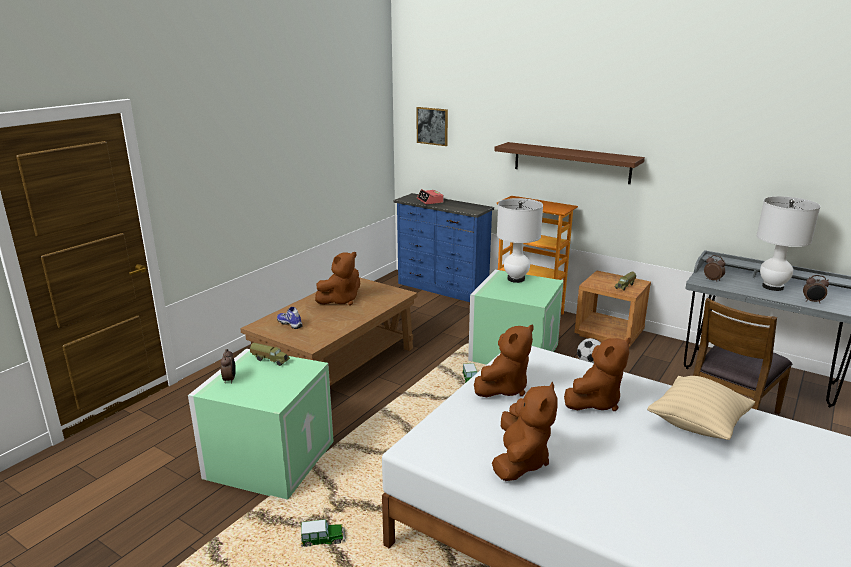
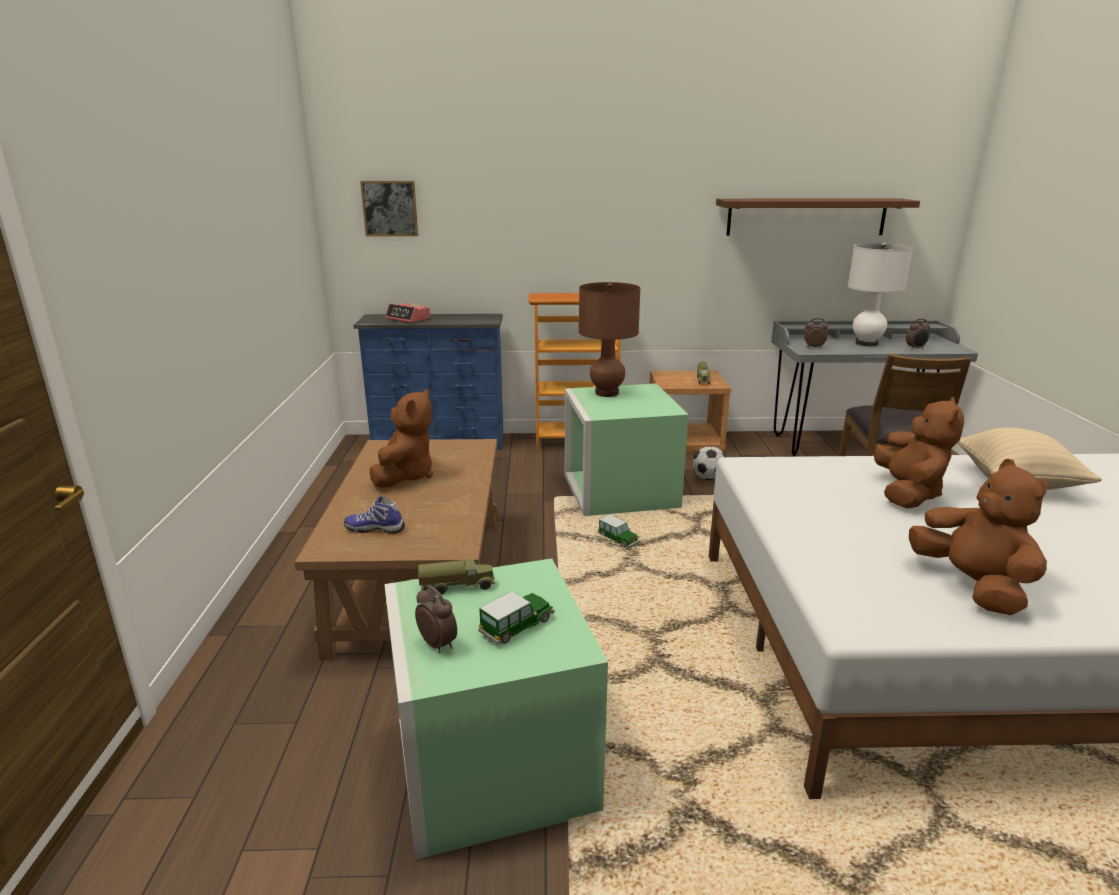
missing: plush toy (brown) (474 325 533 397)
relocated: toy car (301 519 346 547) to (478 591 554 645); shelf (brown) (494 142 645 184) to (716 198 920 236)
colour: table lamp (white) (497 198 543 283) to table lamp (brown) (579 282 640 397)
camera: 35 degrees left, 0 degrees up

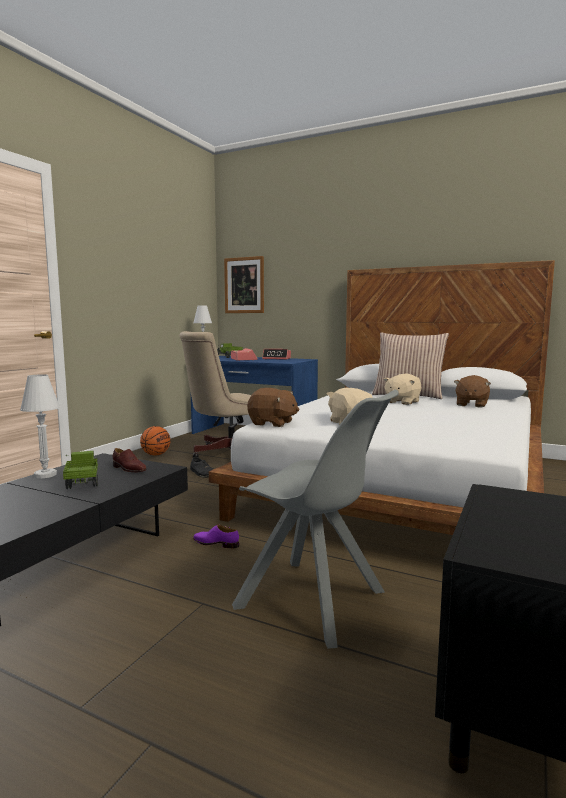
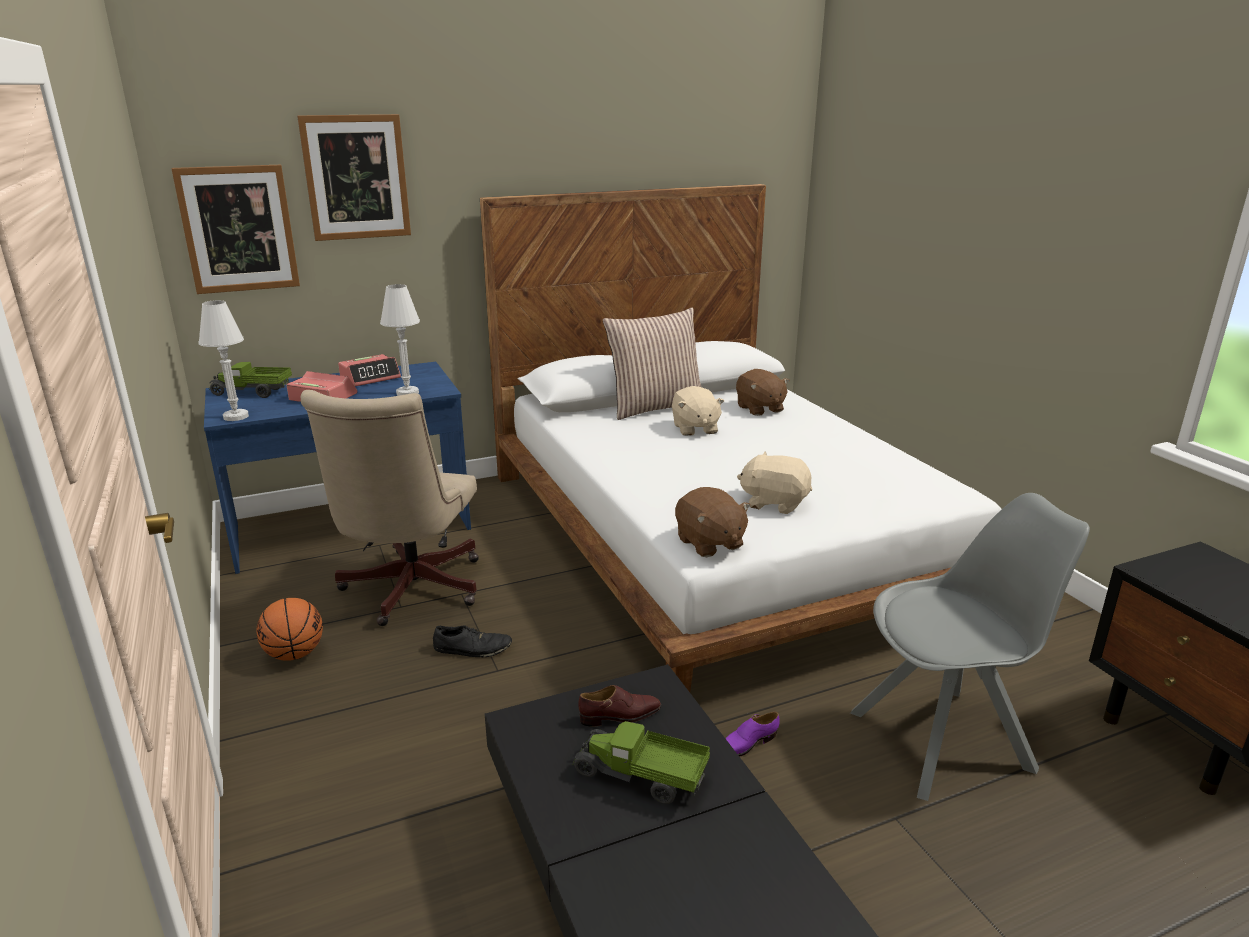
appeared: picture (297 114 411 241)
relocated: table lamp (white) (20 374 60 478) to (380 284 420 396)
spun: plush toy (brown) (247 388 300 427) = (675 487 751 557) 90 degrees clockwise
camera: 50 degrees left, 15 degrees up

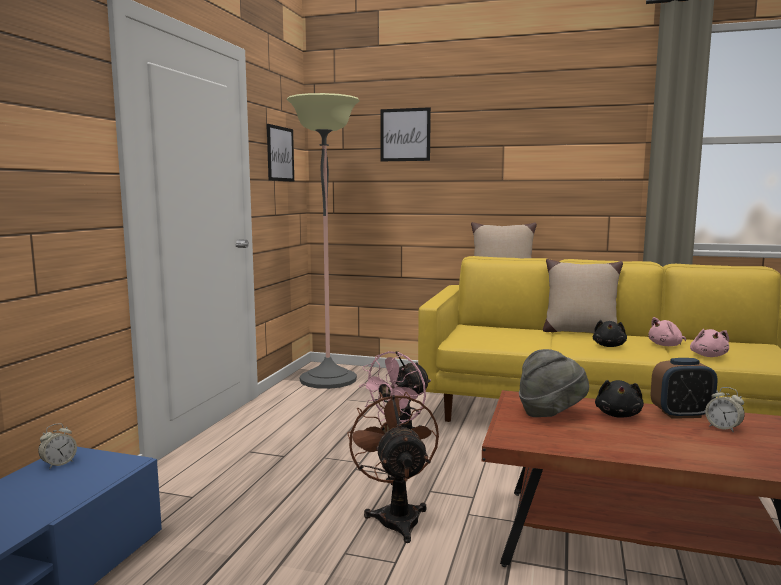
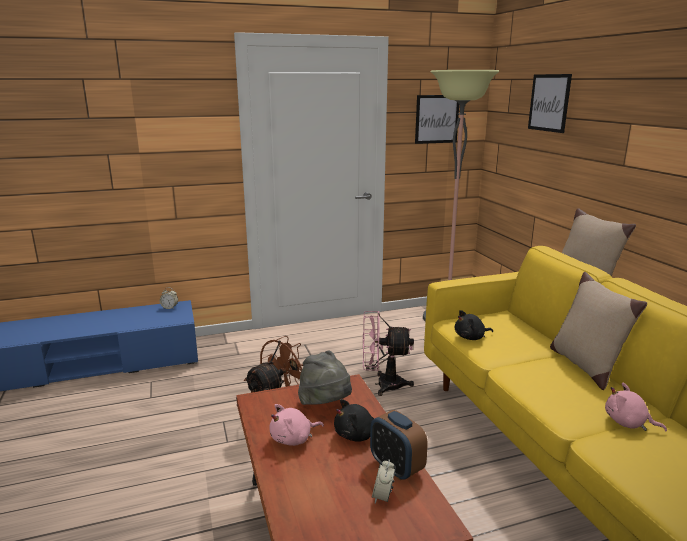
relocated: plush toy (black) (593 320 627 347) to (455 310 493 340); plush toy (pink) (690 329 729 357) to (270 404 324 446)
camera: 55 degrees right, 10 degrees up

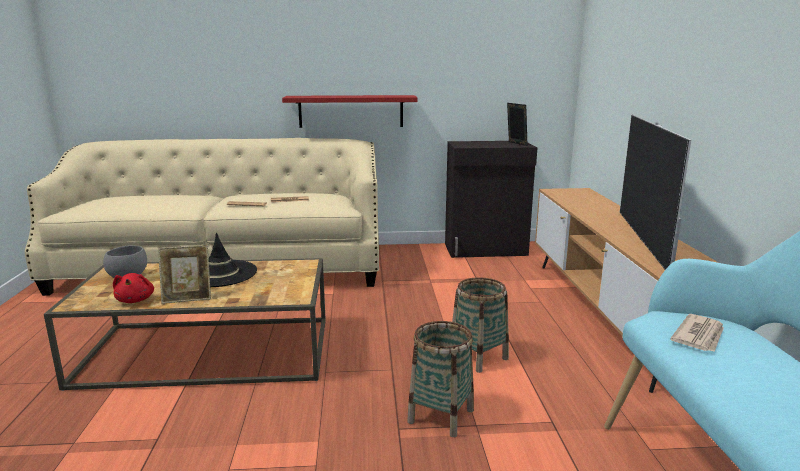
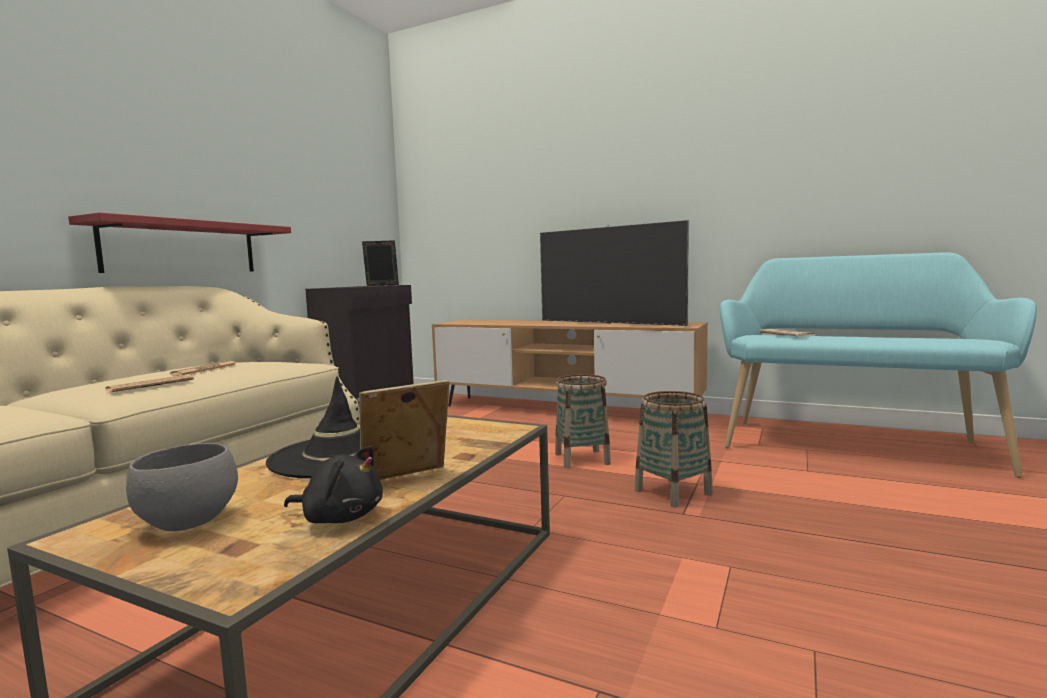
colour: plush toy (red) (113 273 154 303) to plush toy (black) (284 446 383 523)
spun: picture frame (158 245 211 304) = (359 380 449 480) 135 degrees counterclockwise
camera: 60 degrees left, 10 degrees down

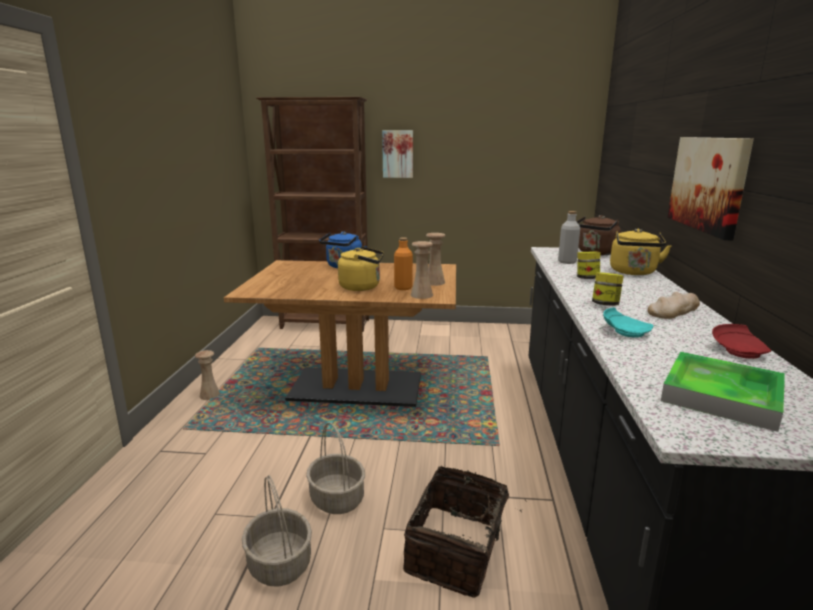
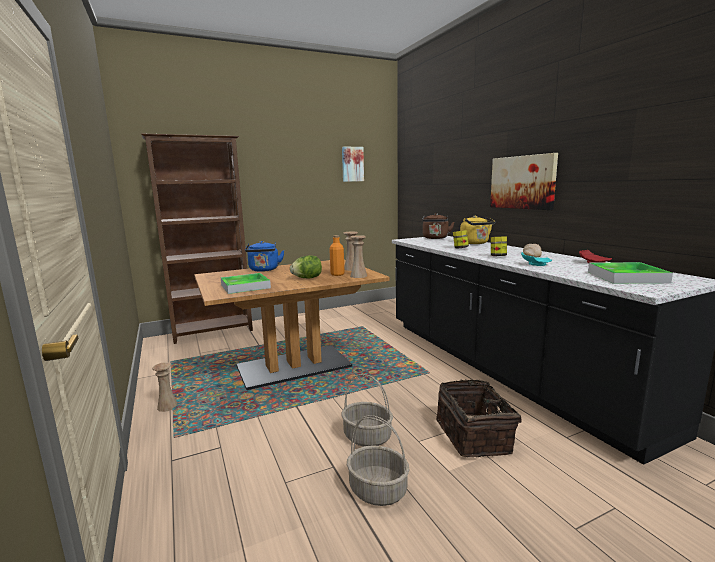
missing: bottle (grey) (558 211 580 264)
appeared: tray (221 273 271 294)
relocated: picture (382 130 413 178) to (342 147 364 182)
exchanged: kettle (yellow) (338 247 384 291) to lettuce (290 255 322 278)
camera: 30 degrees left, 5 degrees down

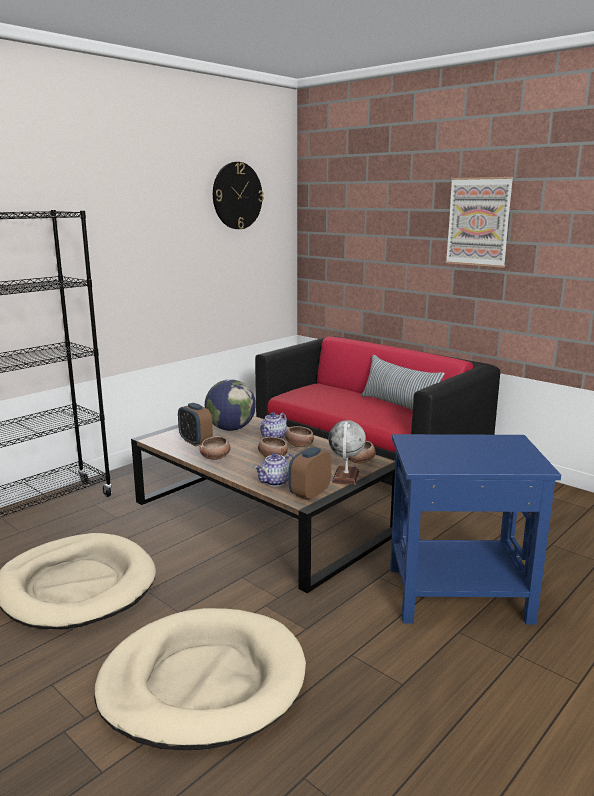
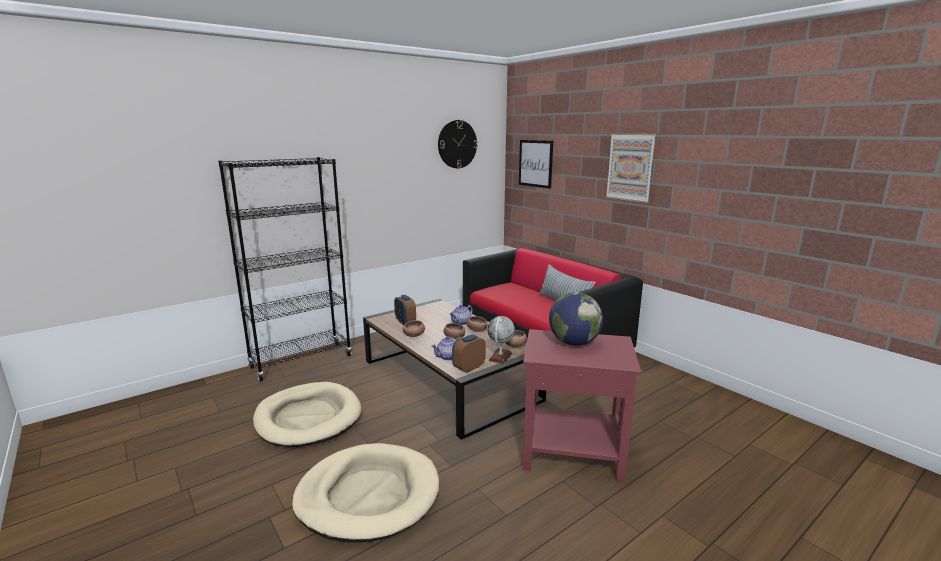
appeared: picture (519 140 553 189)
relocated: globe (205 379 256 431) to (549 292 603 346)
colour: side table (blue) (390 434 561 625) to side table (red) (523 329 642 483)
camera: 10 degrees right, 0 degrees up

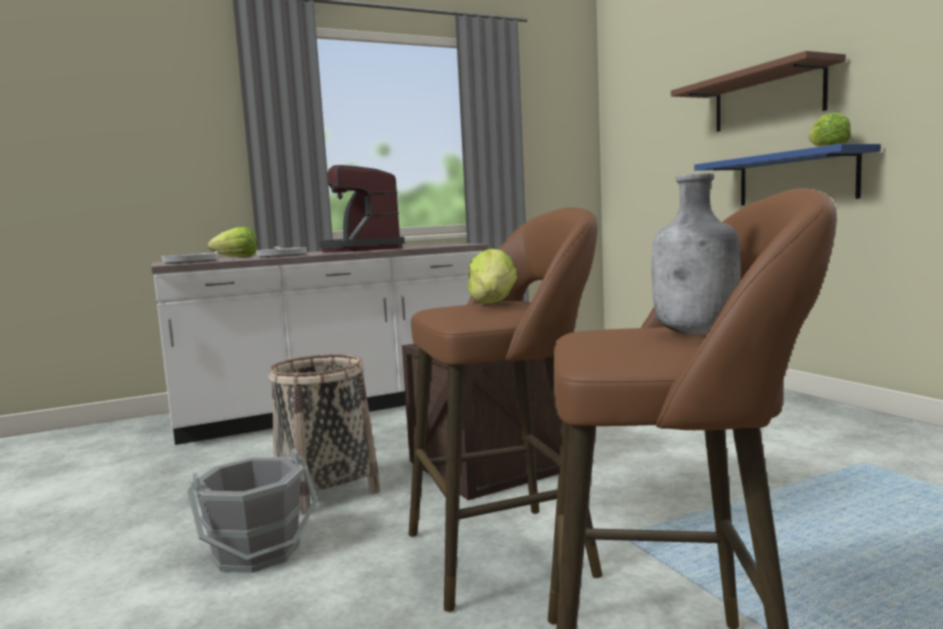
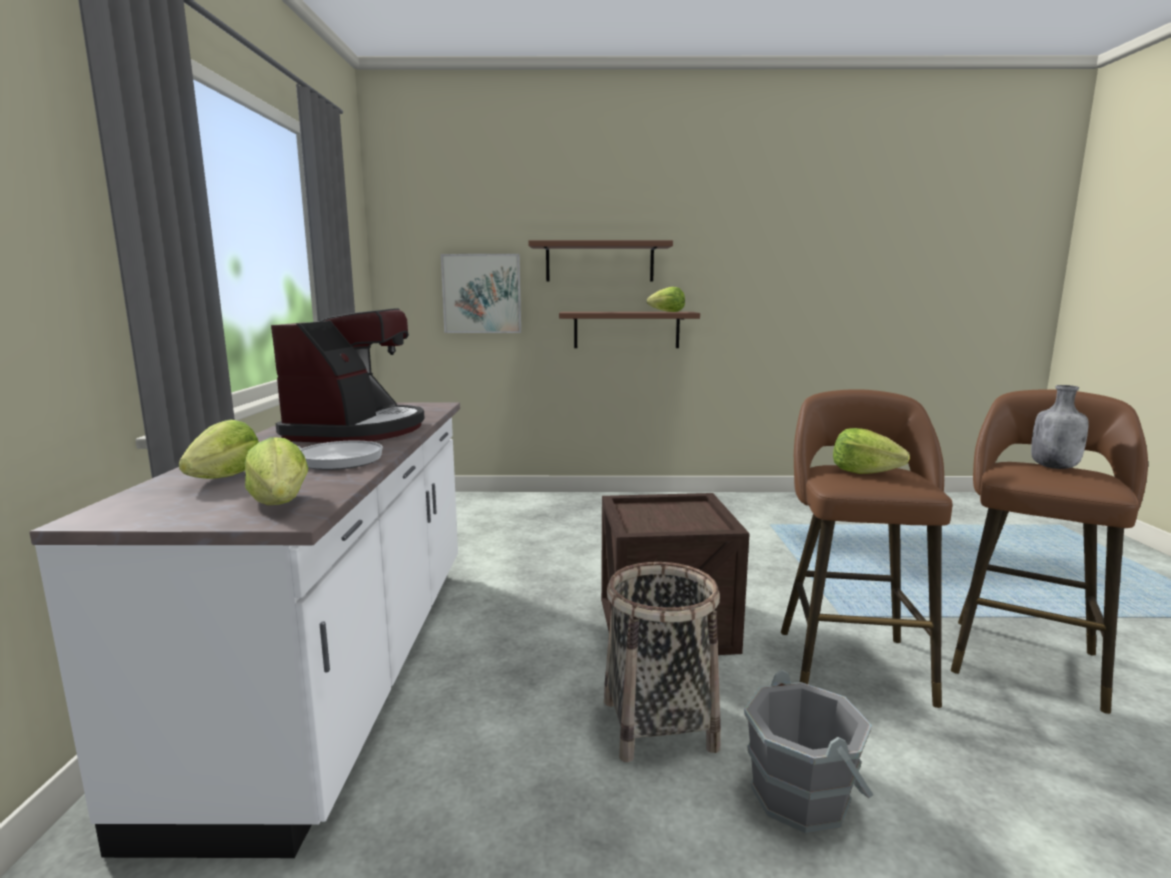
appeared: picture (441 254 521 333)
exchanged: frying pan (161 250 241 264) to lettuce (245 437 308 505)
colour: shelf (blue) (694 144 881 206) to shelf (brown) (559 312 700 348)
spun: coffee machine (319 165 405 252) = (271 308 425 443) 90 degrees counterclockwise
camera: 65 degrees left, 5 degrees up

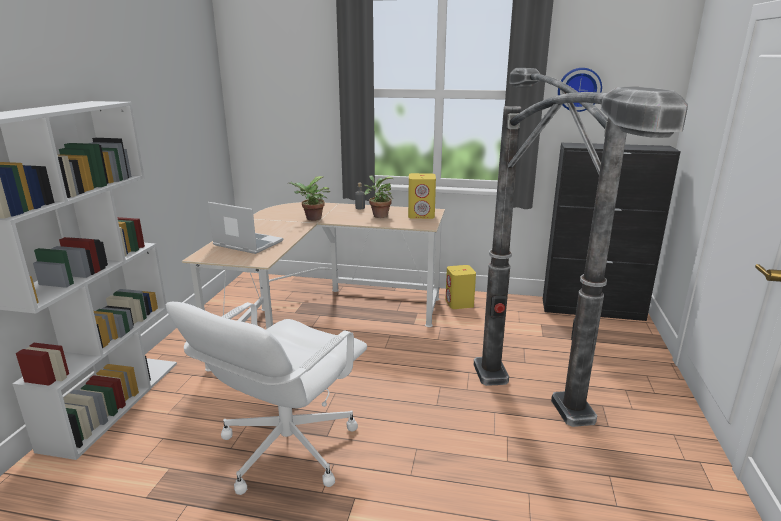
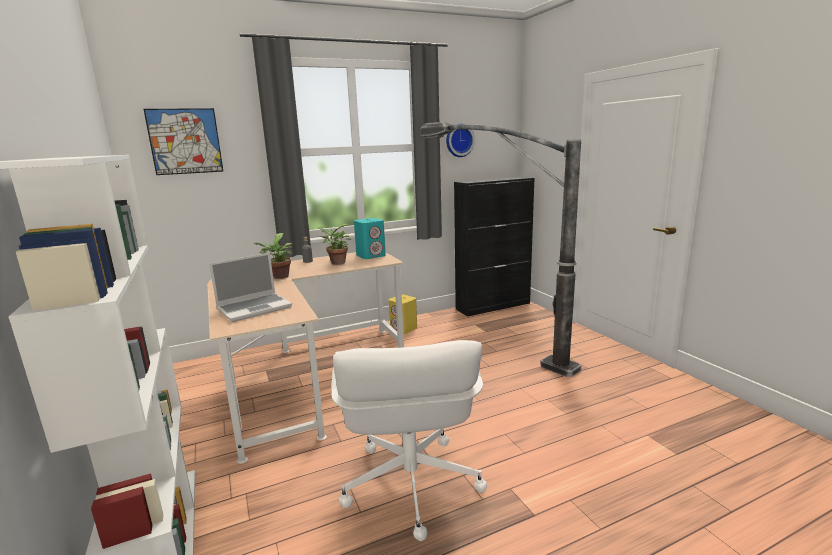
missing: floor lamp (474 87 688 386)
appeared: picture (144 108 224 175)
colour: speaker (yellow) (408 173 436 219) to speaker (turquoise) (354 218 386 259)
spun: laptop (208 202 283 254) = (209 253 292 322) 150 degrees clockwise
camera: 35 degrees left, 5 degrees down

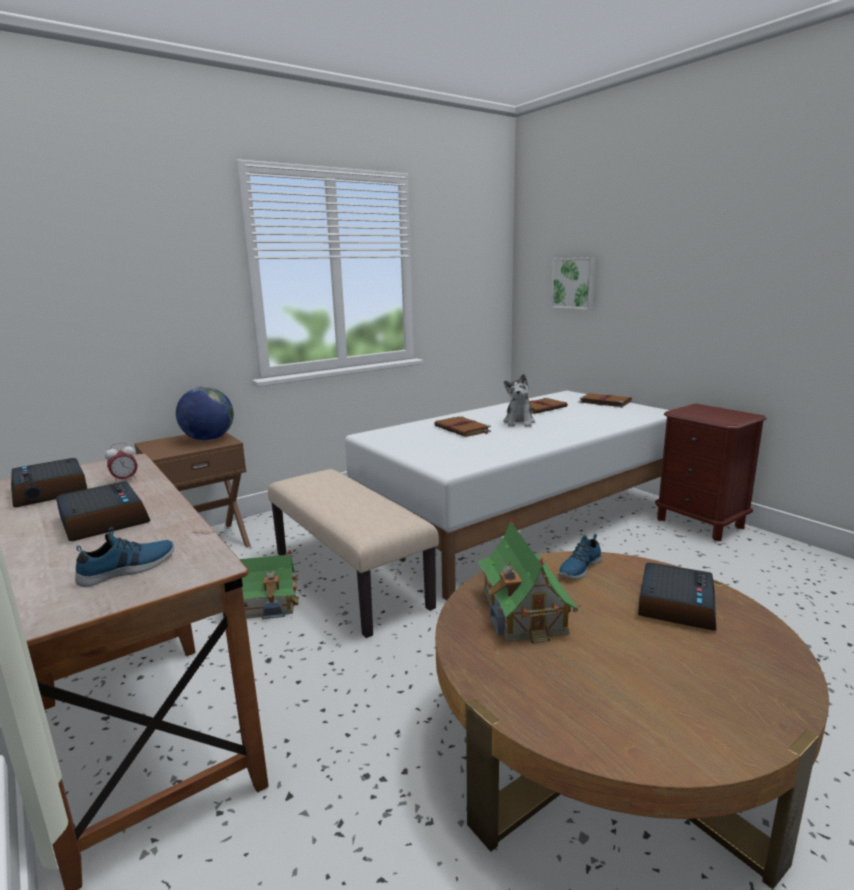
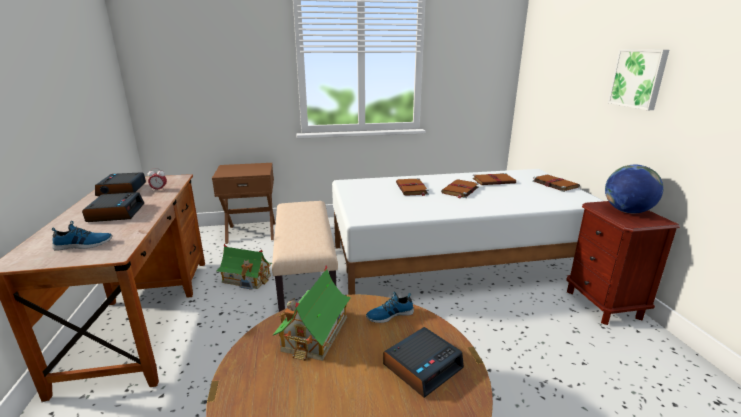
relocated: globe (176 387 234 441) to (605 165 663 213); picture (551 257 595 310) to (608 49 669 110)
exchanged: plush toy (504 374 535 427) to book (brown) (441 179 479 198)
camera: 25 degrees right, 5 degrees up

